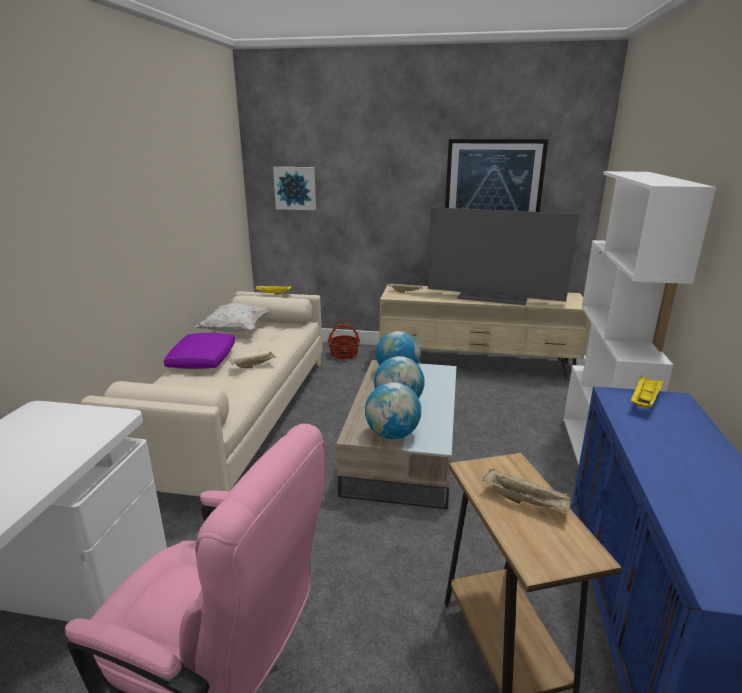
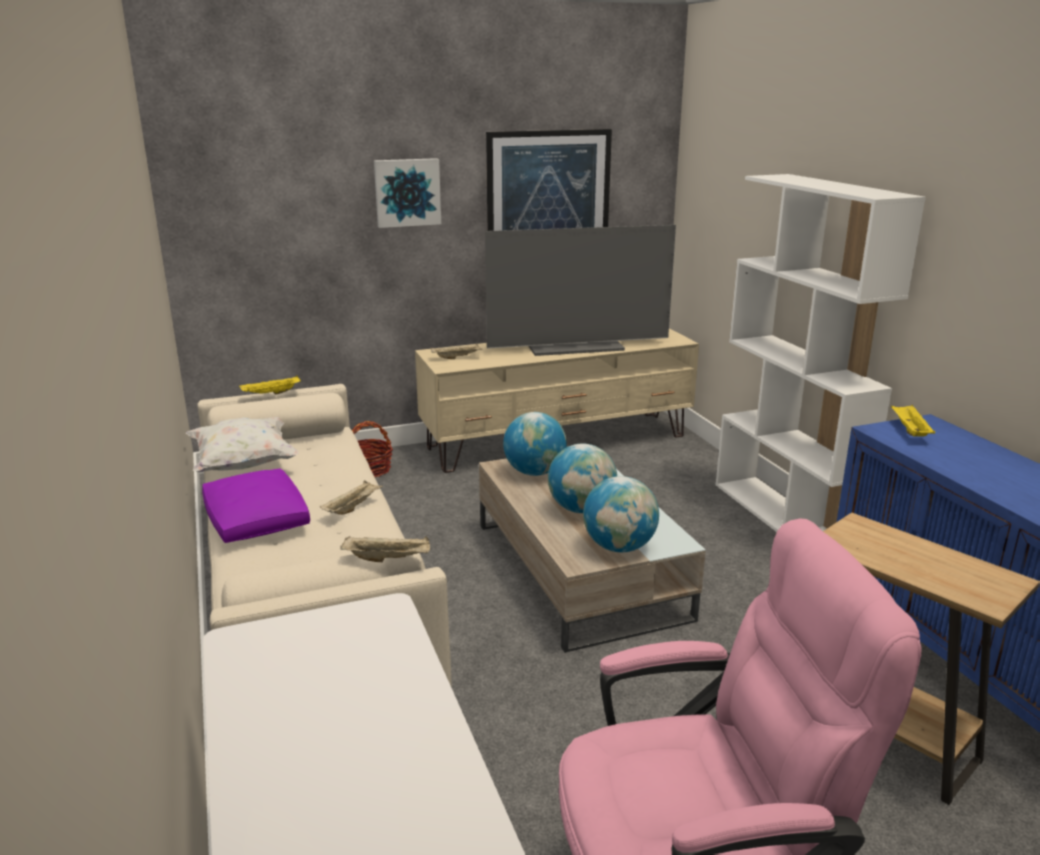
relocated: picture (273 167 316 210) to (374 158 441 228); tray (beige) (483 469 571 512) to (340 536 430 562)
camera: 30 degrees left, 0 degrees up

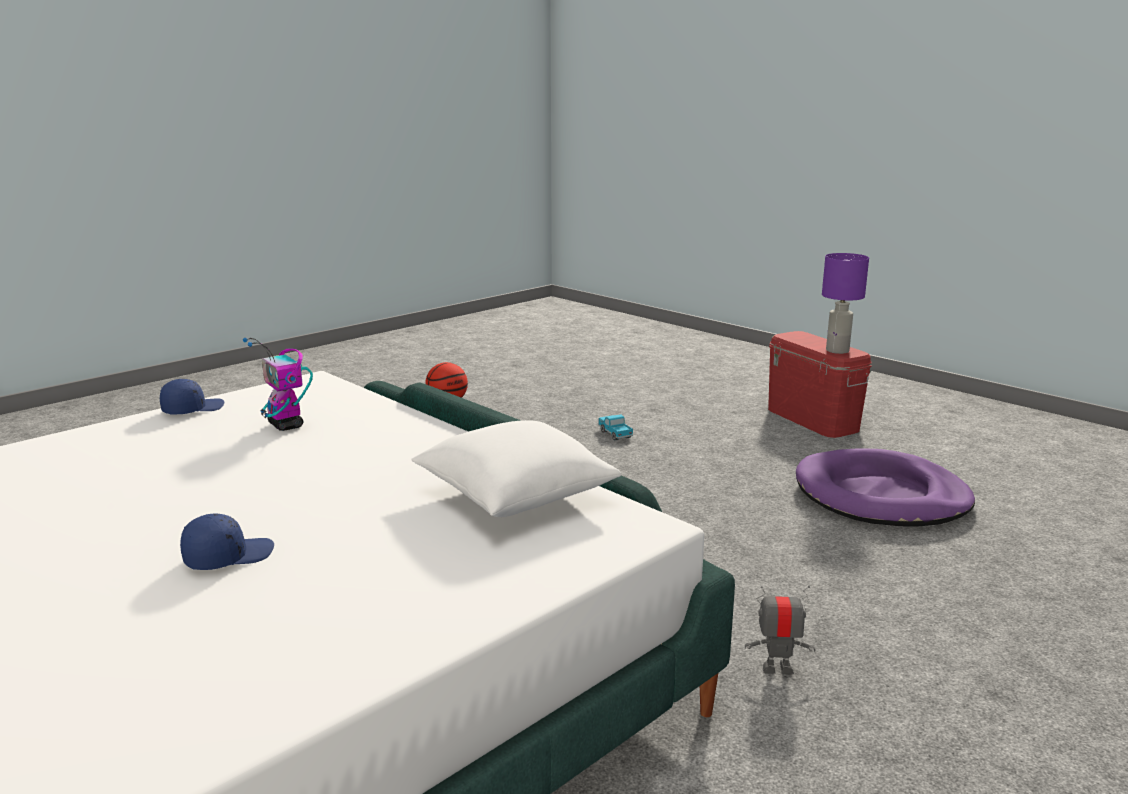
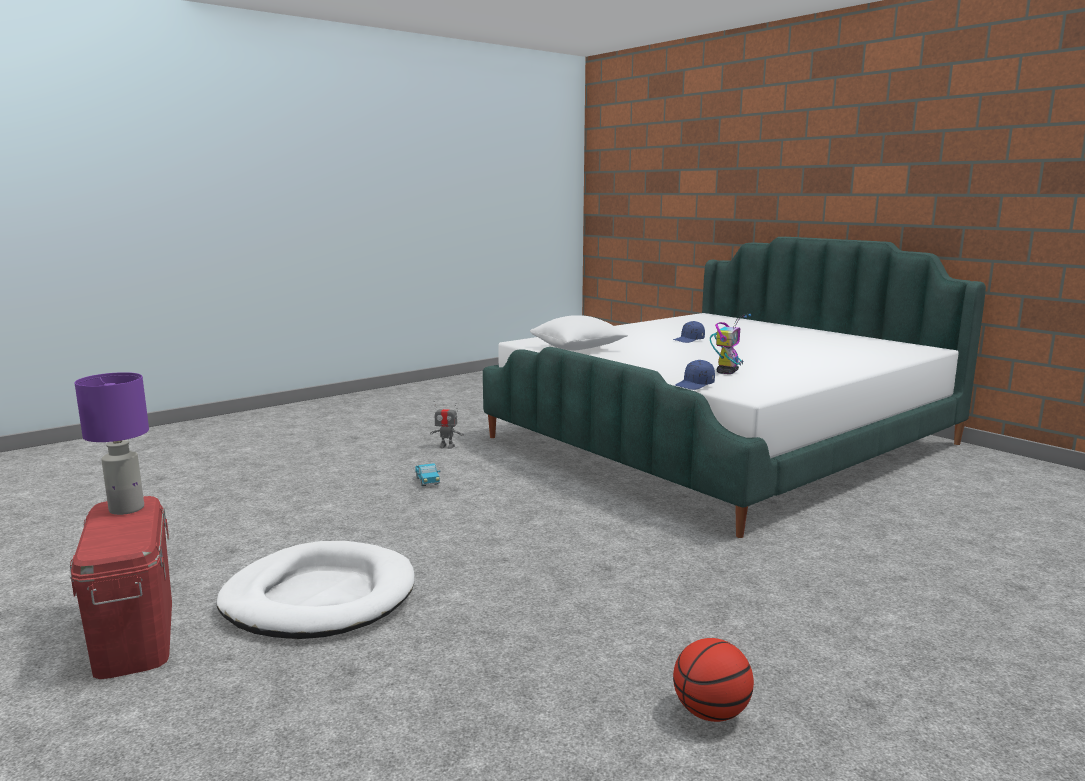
missing: dog bed (purple) (796 448 975 526)
appeared: dog bed (white) (216 541 415 639)
relocated: cap (blue) (160 379 225 414) to (675 360 715 390); toy truck (598 414 633 440) to (415 463 441 486)
spun: toy robot (243 338 313 431) = (710 314 751 374) 60 degrees clockwise
camera: 175 degrees left, 5 degrees down

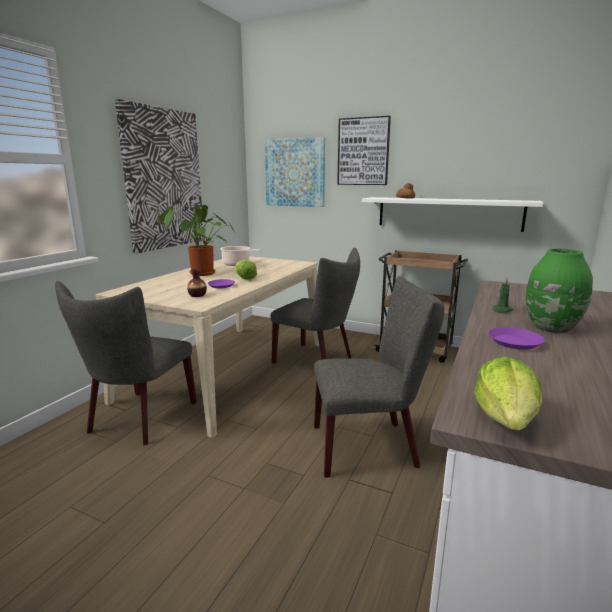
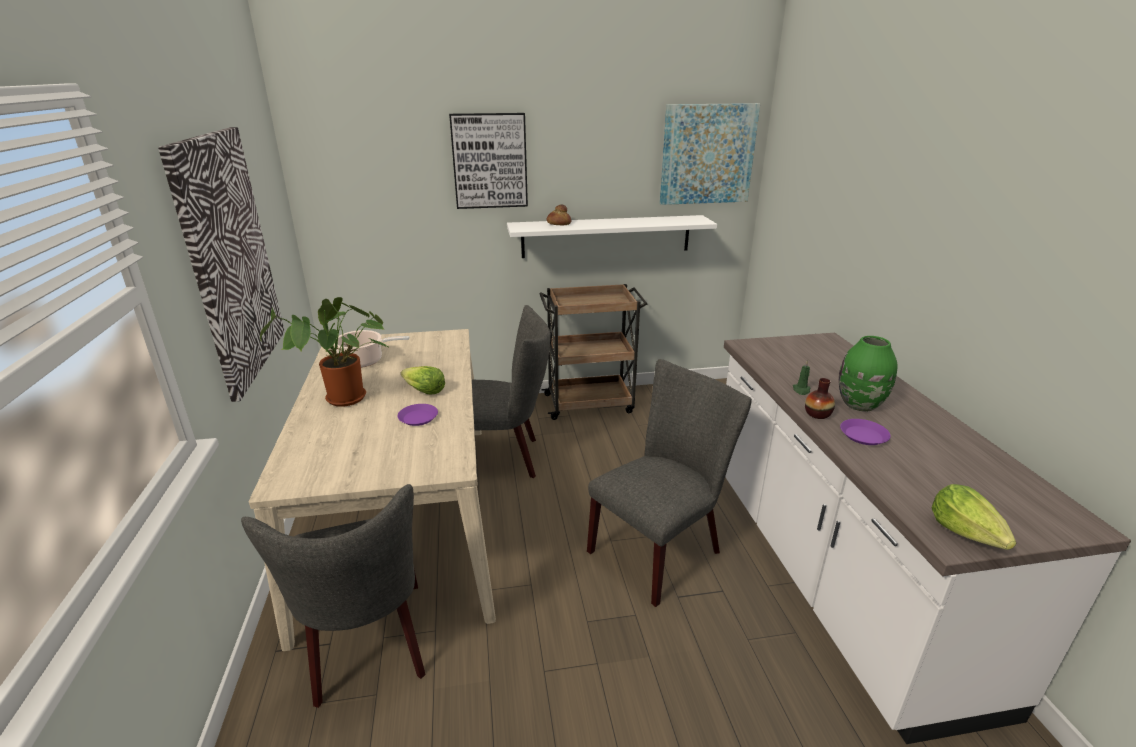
relocated: vase (187 269 207 297) to (805 378 835 419); picture (265 137 325 207) to (660 103 760 205)
camera: 35 degrees left, 10 degrees up

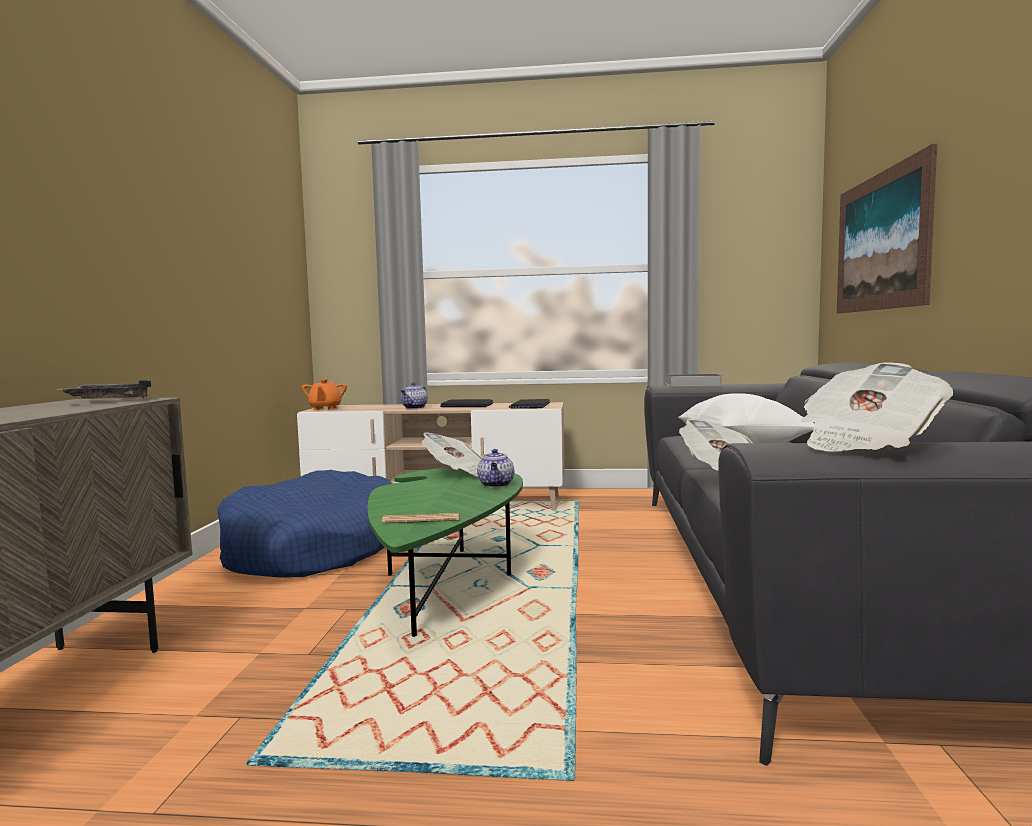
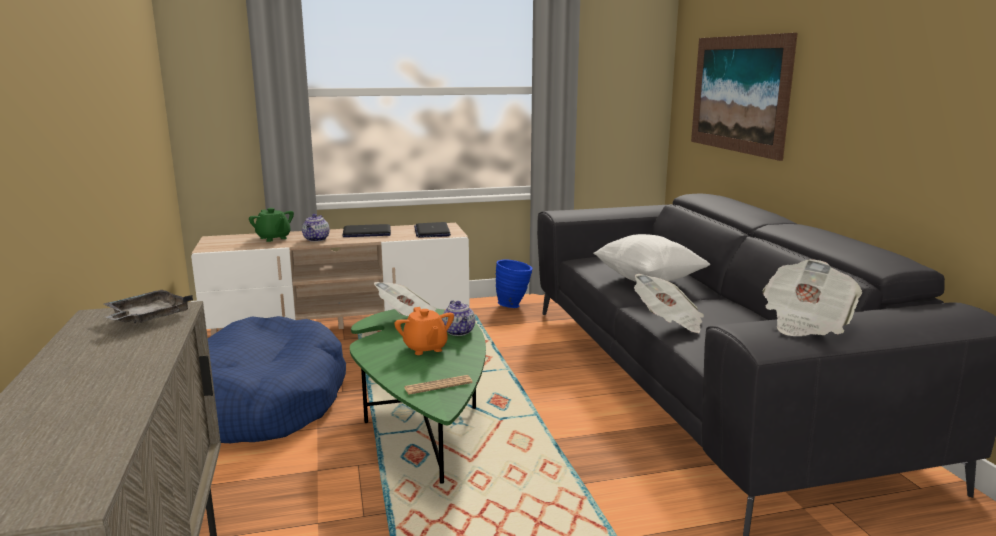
missing: book (663 374 722 386)
appeared: teapot (green) (249 208 294 242); vase (blue) (496 259 533 308)
relocated: teapot (orange) (301 379 347 410) to (394 307 454 355)
camera: 20 degrees left, 10 degrees up

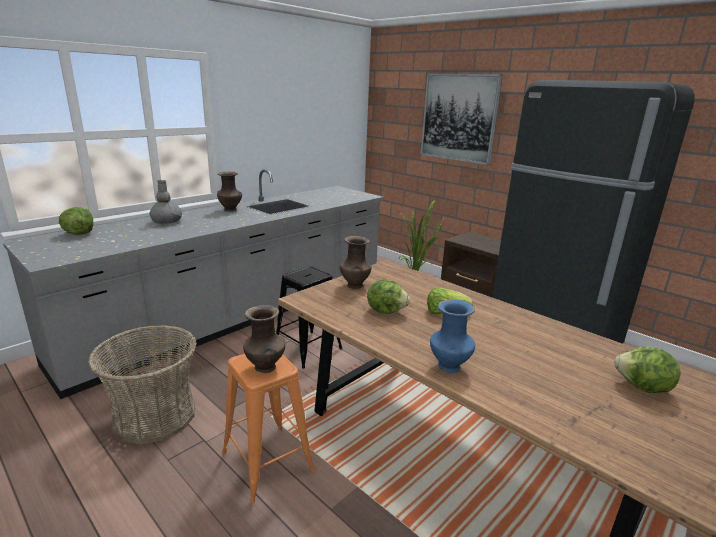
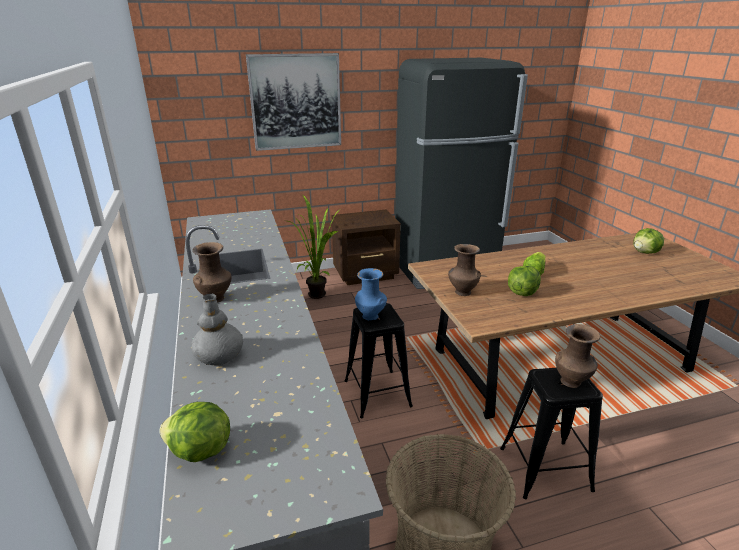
relocated: vase (blue) (430 299 475 373) to (355 268 387 320)
colour: stool (orange) (222 354 315 503) to stool (black) (500 368 603 499)
camera: 60 degrees left, 5 degrees up

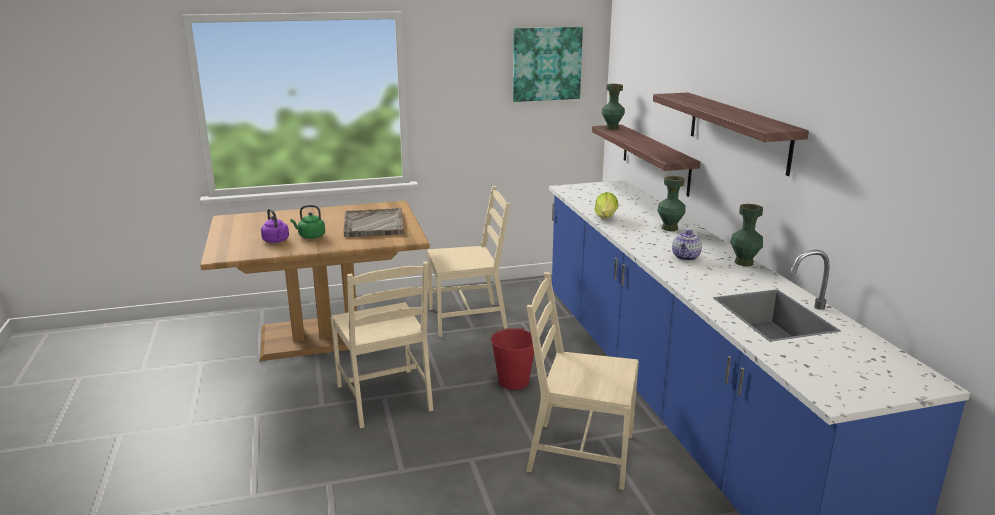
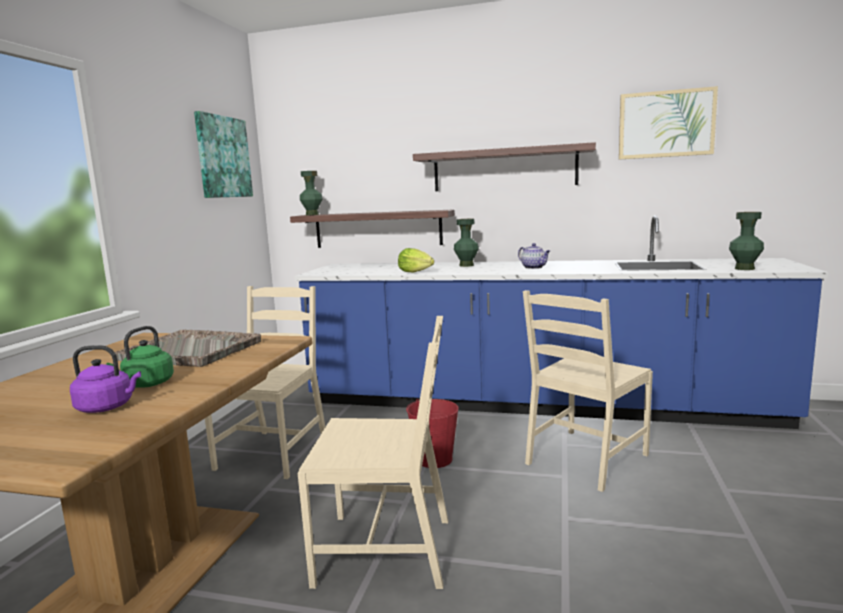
appeared: picture (619 86 718 159)
relocated: vase (green) (730 204 763 266) to (729 212 764 270)
camera: 60 degrees left, 10 degrees down

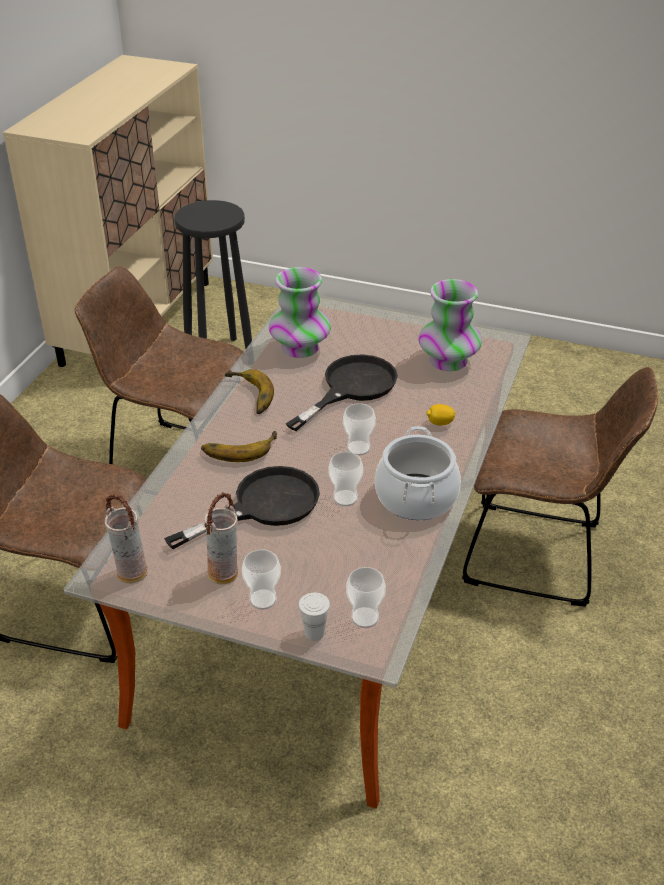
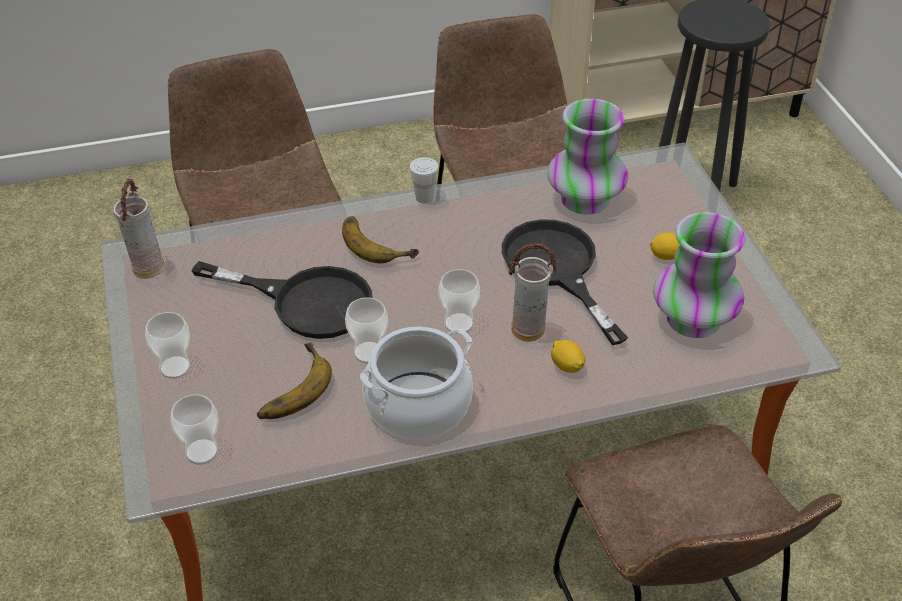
appeared: lemon (650 232 680 260)
relocated: vase (204 492 238 585) to (508 243 557 342); banana (225 369 274 414) to (257 343 332 419); cup (white) (298 593 330 641) to (409 157 439 203)
spun: frying pan (black) (286 354 398 431) = (502 219 628 346) 120 degrees counterclockwise
camera: 55 degrees right, 5 degrees up

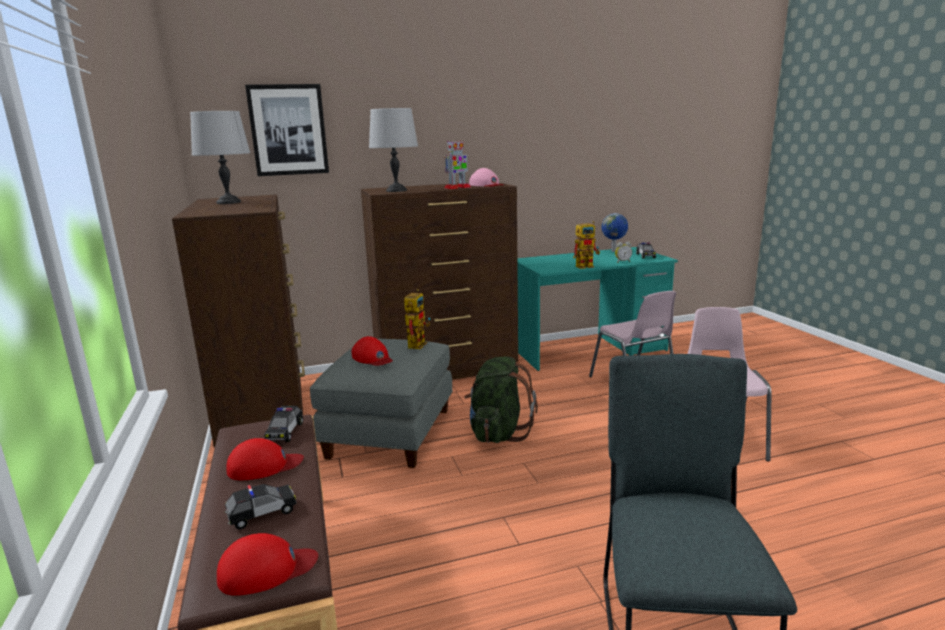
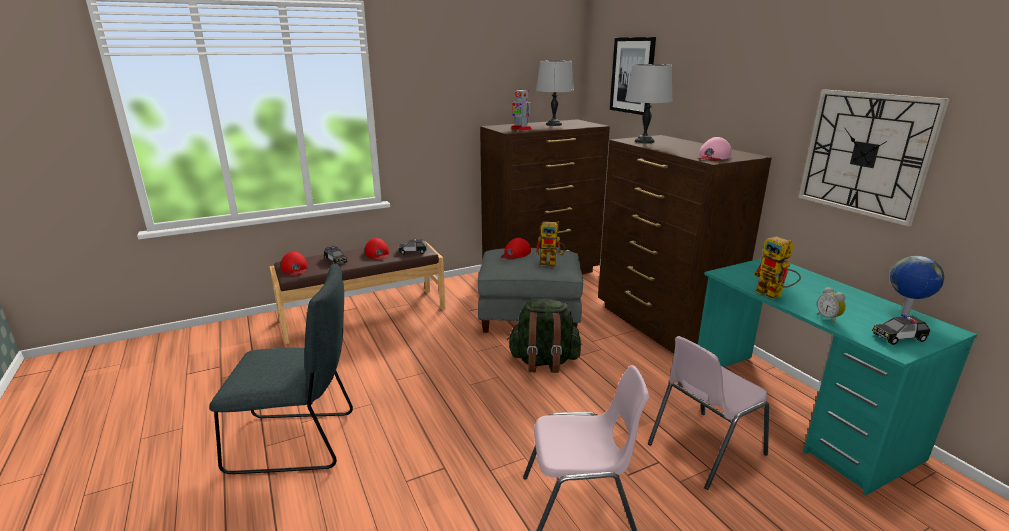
appeared: wall clock (798 89 950 227)
relocated: toy robot (444 140 471 189) to (511 89 532 131)
camera: 80 degrees right, 5 degrees up

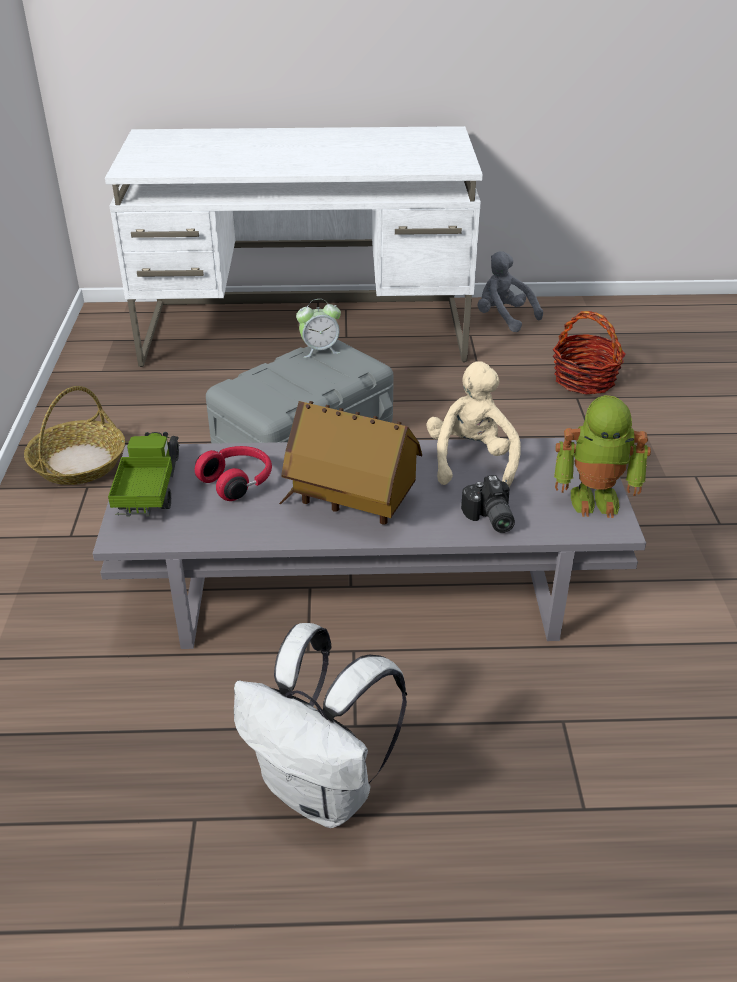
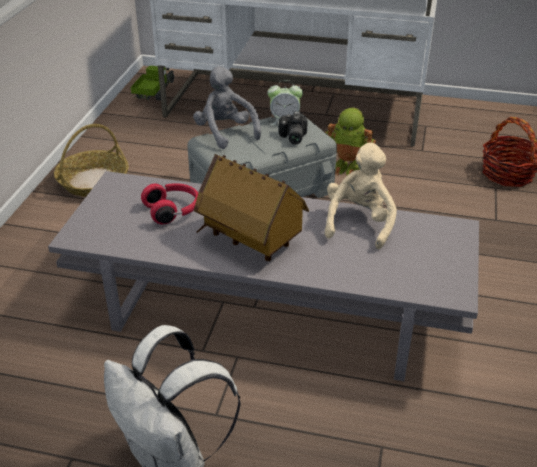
relocated: toy truck (108 432 179 516) to (131 66 175 100); photo camera (461 475 515 533) to (279 112 308 144); plush toy (grey) (478 251 543 332) to (193 66 261 149); toy robot (554 395 651 518) to (325 107 376 175)
camera: 15 degrees right, 0 degrees up

